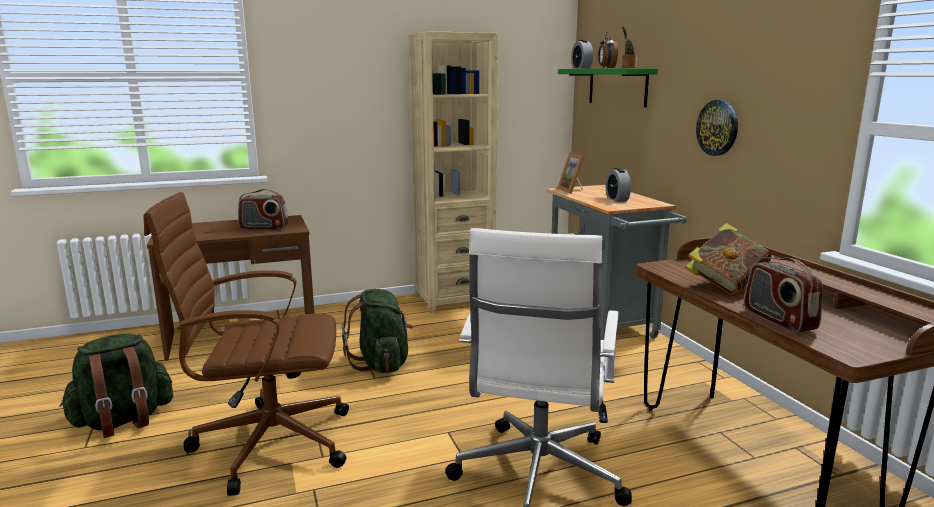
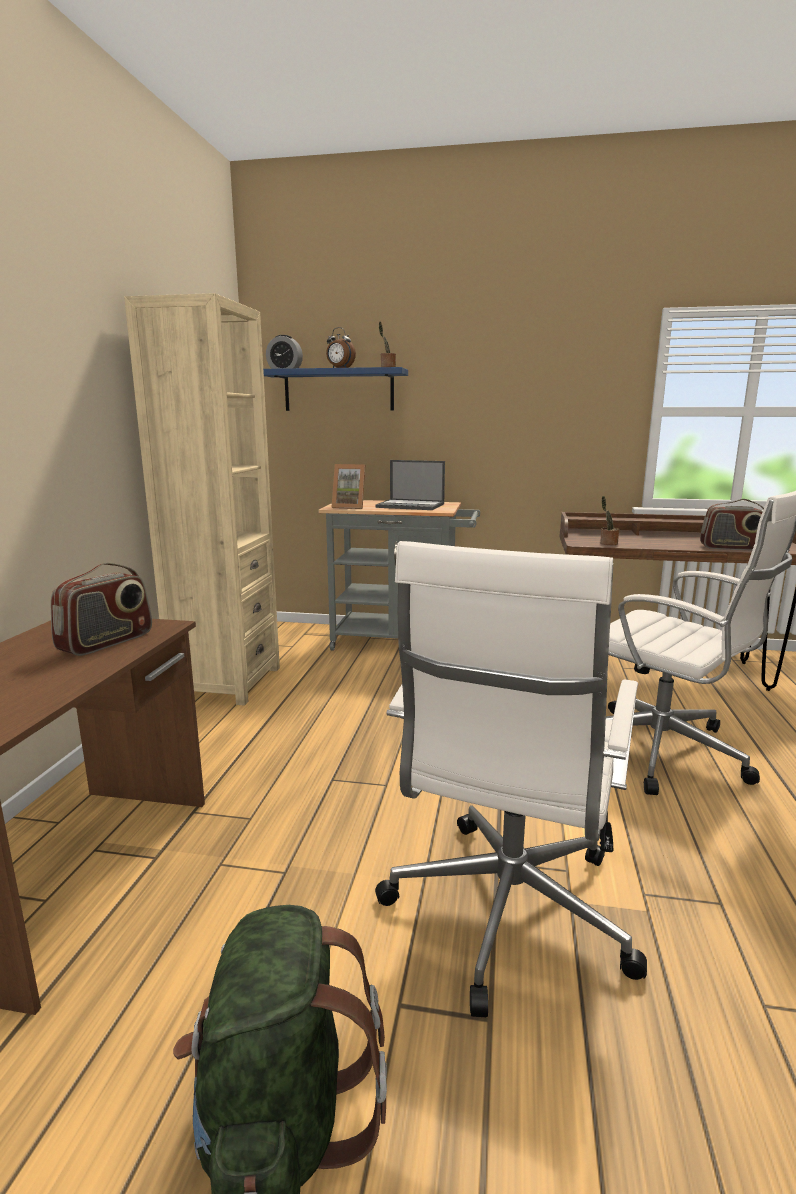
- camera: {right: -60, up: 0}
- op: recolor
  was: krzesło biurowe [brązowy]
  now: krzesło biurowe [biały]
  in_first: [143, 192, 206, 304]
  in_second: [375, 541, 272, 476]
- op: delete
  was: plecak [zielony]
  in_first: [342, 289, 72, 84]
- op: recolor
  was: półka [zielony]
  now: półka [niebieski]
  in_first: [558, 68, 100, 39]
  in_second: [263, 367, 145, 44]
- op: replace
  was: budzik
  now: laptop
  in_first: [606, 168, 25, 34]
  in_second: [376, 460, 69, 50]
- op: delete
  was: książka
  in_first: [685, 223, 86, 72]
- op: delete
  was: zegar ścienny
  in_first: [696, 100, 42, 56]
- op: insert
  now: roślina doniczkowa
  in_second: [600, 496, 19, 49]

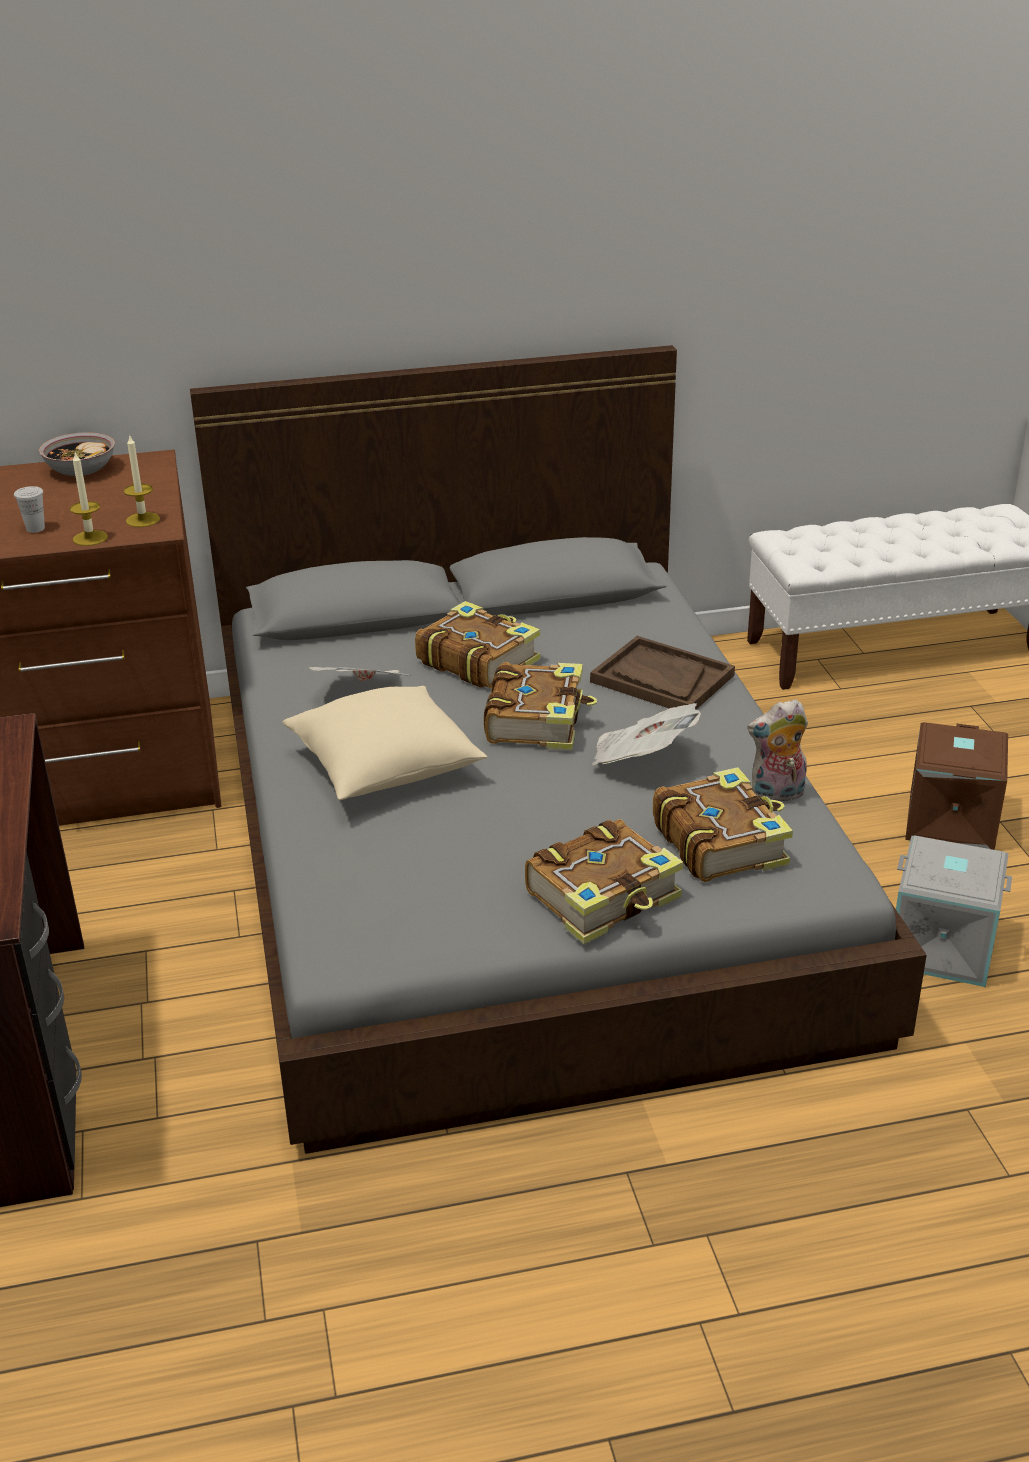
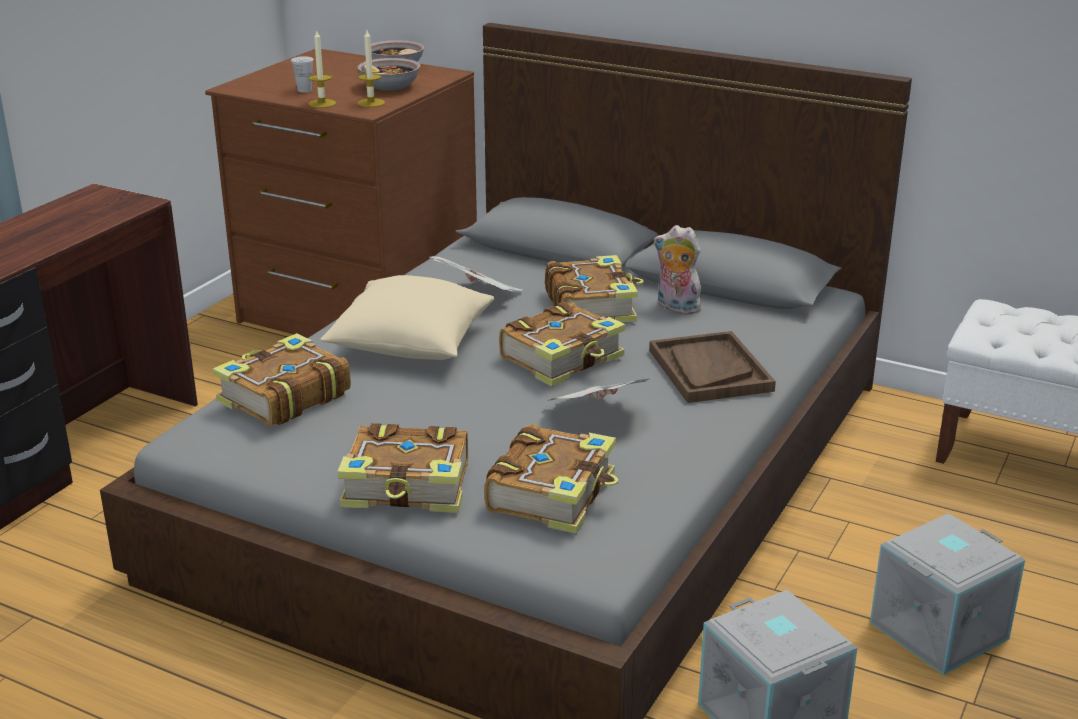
- camera: {right: 40, up: -5}
- op: move
  was: pluszak
  in_first: [747, 699, 61, 102]
  in_second: [654, 225, 47, 89]
- op: recolor
  was: pojemnik do przechowywania [brązowy]
  now: pojemnik do przechowywania [szary]
  in_first: [905, 722, 103, 128]
  in_second: [870, 513, 155, 162]
- op: insert
  now: książka
  in_second: [213, 333, 138, 93]
- op: insert
  now: miska
  in_second: [358, 58, 63, 33]

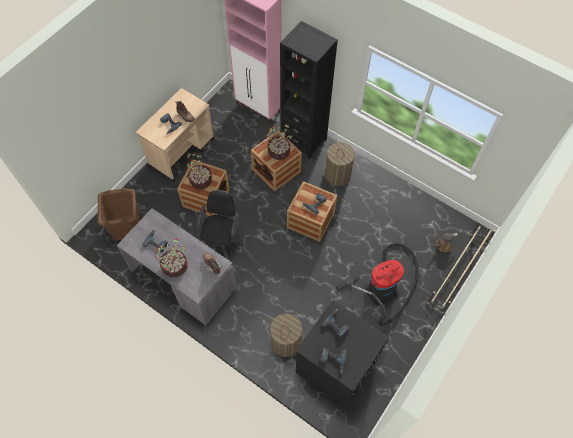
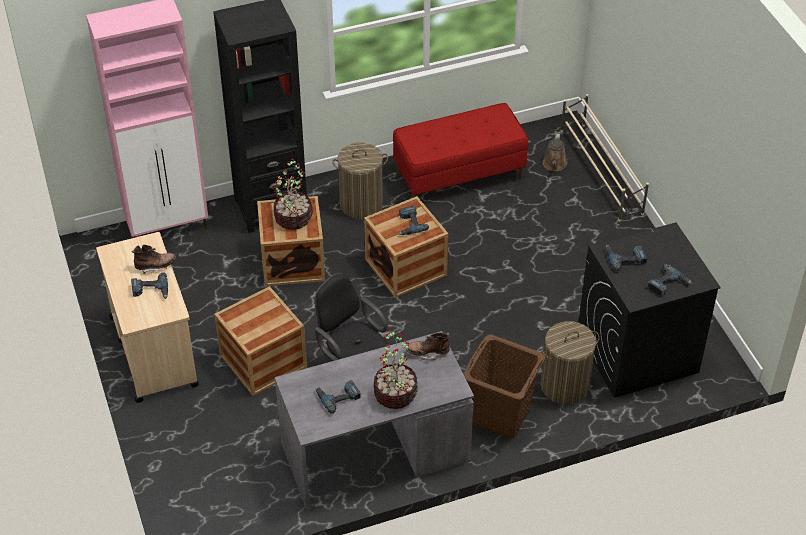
- camera: {right: -55, up: -15}
- op: move
  was: kosz na pranie [brązowy]
  in_first: [98, 189, 42, 51]
  in_second: [463, 335, 82, 104]
- op: delete
  was: roślina doniczkowa
  in_first: [186, 152, 26, 38]
- op: delete
  was: odkurzacz
  in_first: [336, 243, 83, 83]
- op: insert
  now: ławka [czerwony]
  in_second: [393, 103, 135, 95]

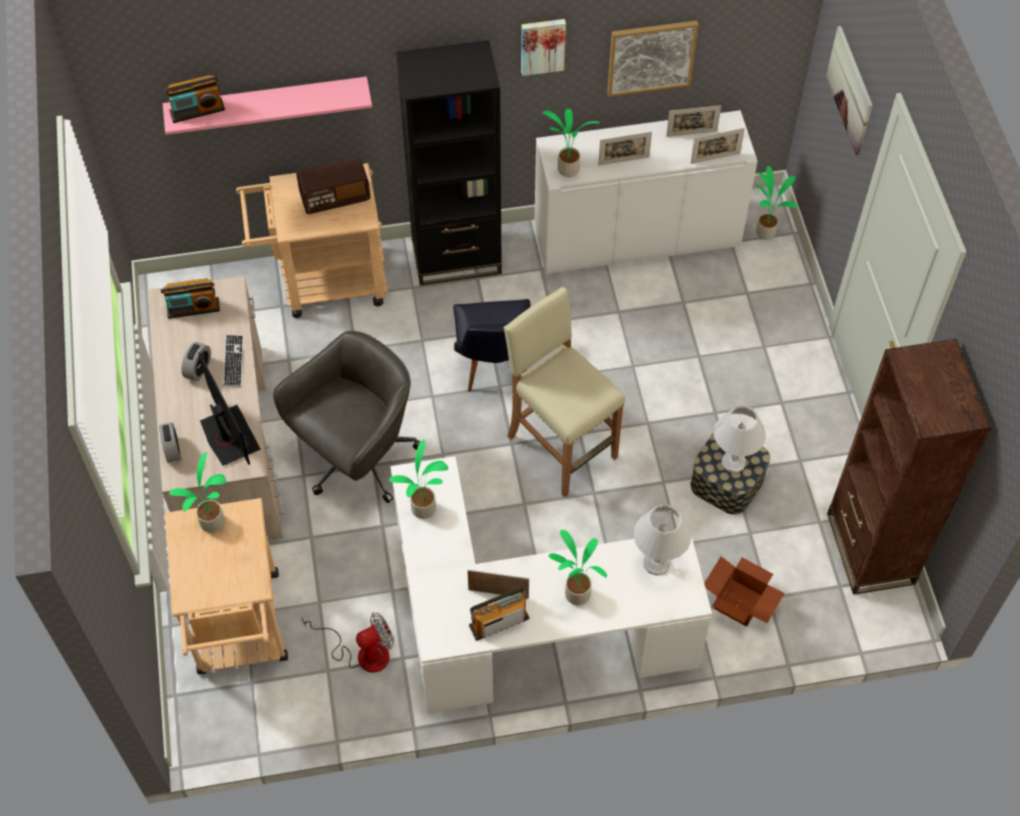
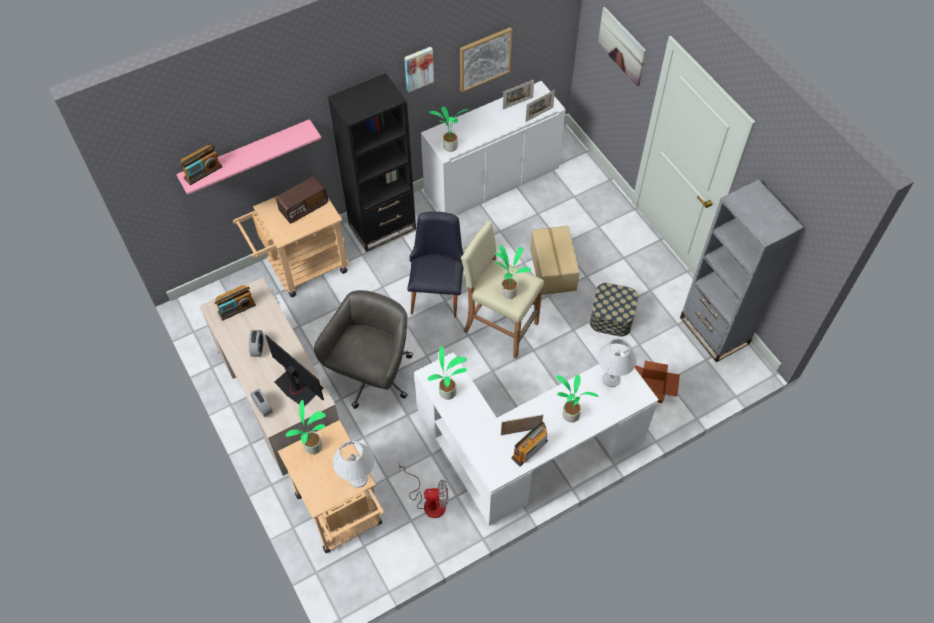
- camera: {right: -20, up: 0}
- op: delete
  was: klawiatura
  in_first: [223, 335, 21, 52]
- op: rotate
  was: wentylator
  in_first: [301, 612, 93, 61]
  in_second: [399, 463, 49, 55]
  clockwise: 45
- op: rotate
  was: krzesło [czarny]
  in_first: [453, 299, 77, 93]
  in_second: [407, 212, 57, 106]
  clockwise: -150
- op: delete
  was: ramka na zdjęcie
  in_first: [598, 132, 54, 34]
- op: move
  was: lampa stołowa [biały]
  in_first: [713, 405, 53, 68]
  in_second: [333, 441, 41, 47]
- op: move
  was: roślina doniczkowa
  in_first: [755, 166, 43, 74]
  in_second: [494, 245, 38, 54]
- op: recolor
  was: regał [brązowy]
  now: regał [szary]
  in_first: [827, 339, 164, 256]
  in_second: [680, 179, 124, 183]
- op: insert
  now: karton
  in_second: [530, 226, 50, 69]

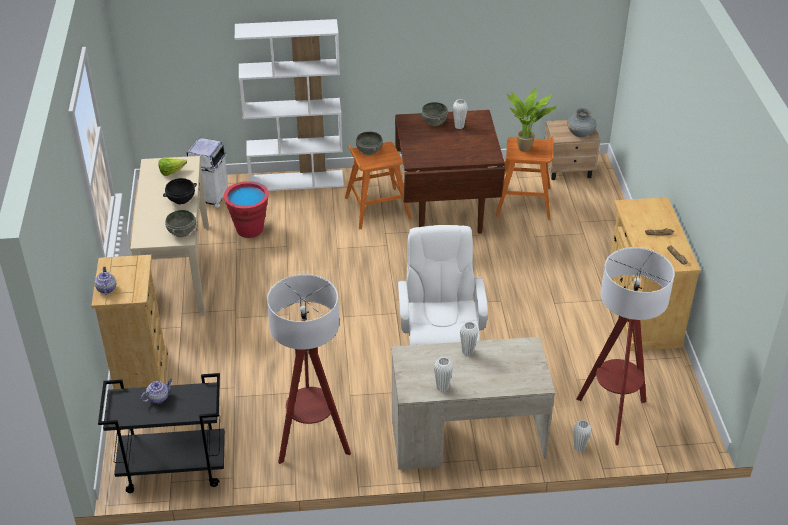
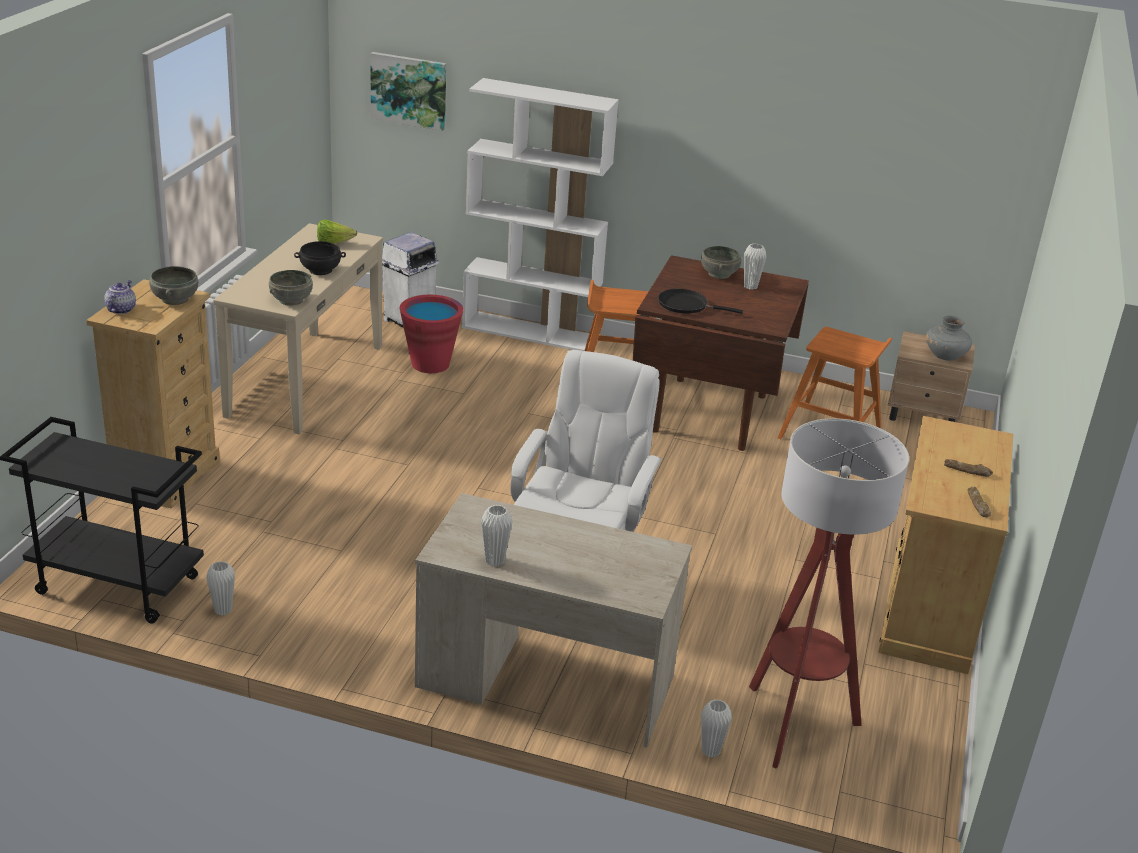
- camera: {right: 20, up: -10}
- op: delete
  was: imbryk
  in_first: [141, 379, 31, 25]
- op: delete
  was: lampa stojąca
  in_first: [267, 274, 84, 190]
- op: move
  was: miska [szary]
  in_first: [356, 132, 27, 23]
  in_second: [149, 266, 49, 39]
- op: move
  was: wazon [biały]
  in_first: [460, 322, 18, 34]
  in_second: [206, 561, 29, 54]
- op: delete
  was: roślina doniczkowa
  in_first: [507, 88, 50, 64]
- op: insert
  now: obraz
  in_second: [370, 52, 76, 79]
- op: insert
  now: patelnia [czarny]
  in_second: [658, 289, 85, 25]

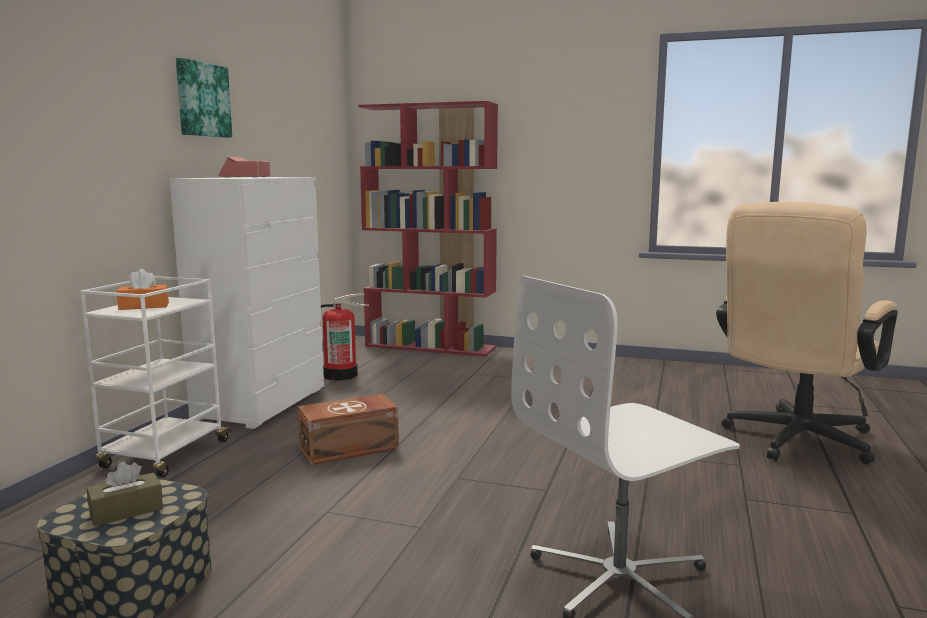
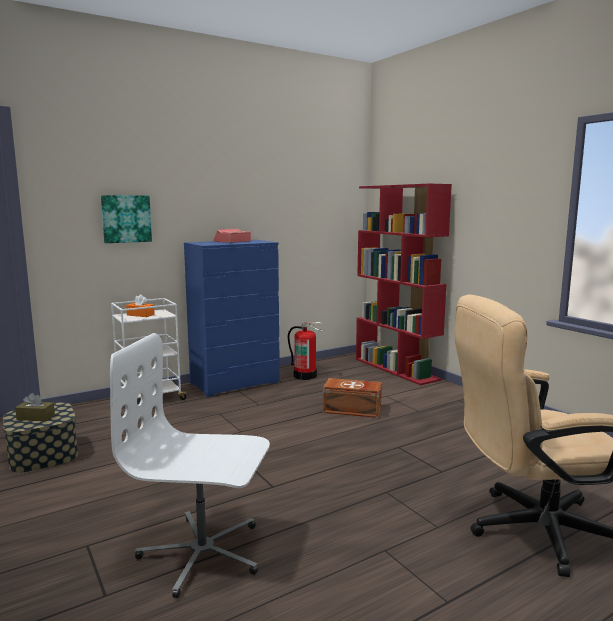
- camera: {right: 40, up: 0}
- op: recolor
  was: komoda [biały]
  now: komoda [niebieski]
  in_first: [170, 177, 154, 252]
  in_second: [184, 240, 96, 157]
- op: move
  was: obraz
  in_first: [176, 58, 56, 80]
  in_second: [101, 195, 51, 48]
- op: move
  was: pojemnik do przechowywania [brązowy]
  in_first: [298, 394, 101, 71]
  in_second: [323, 378, 59, 40]

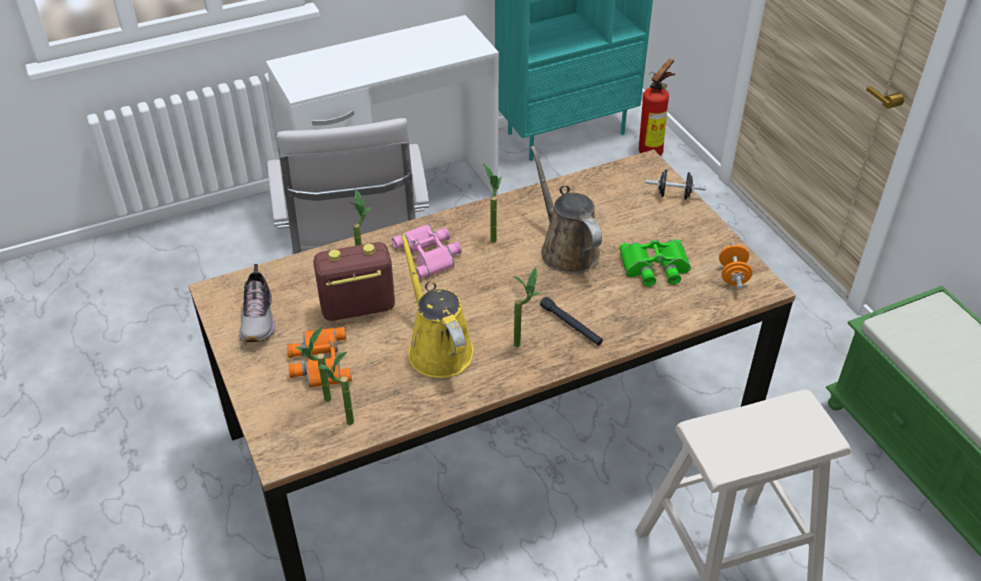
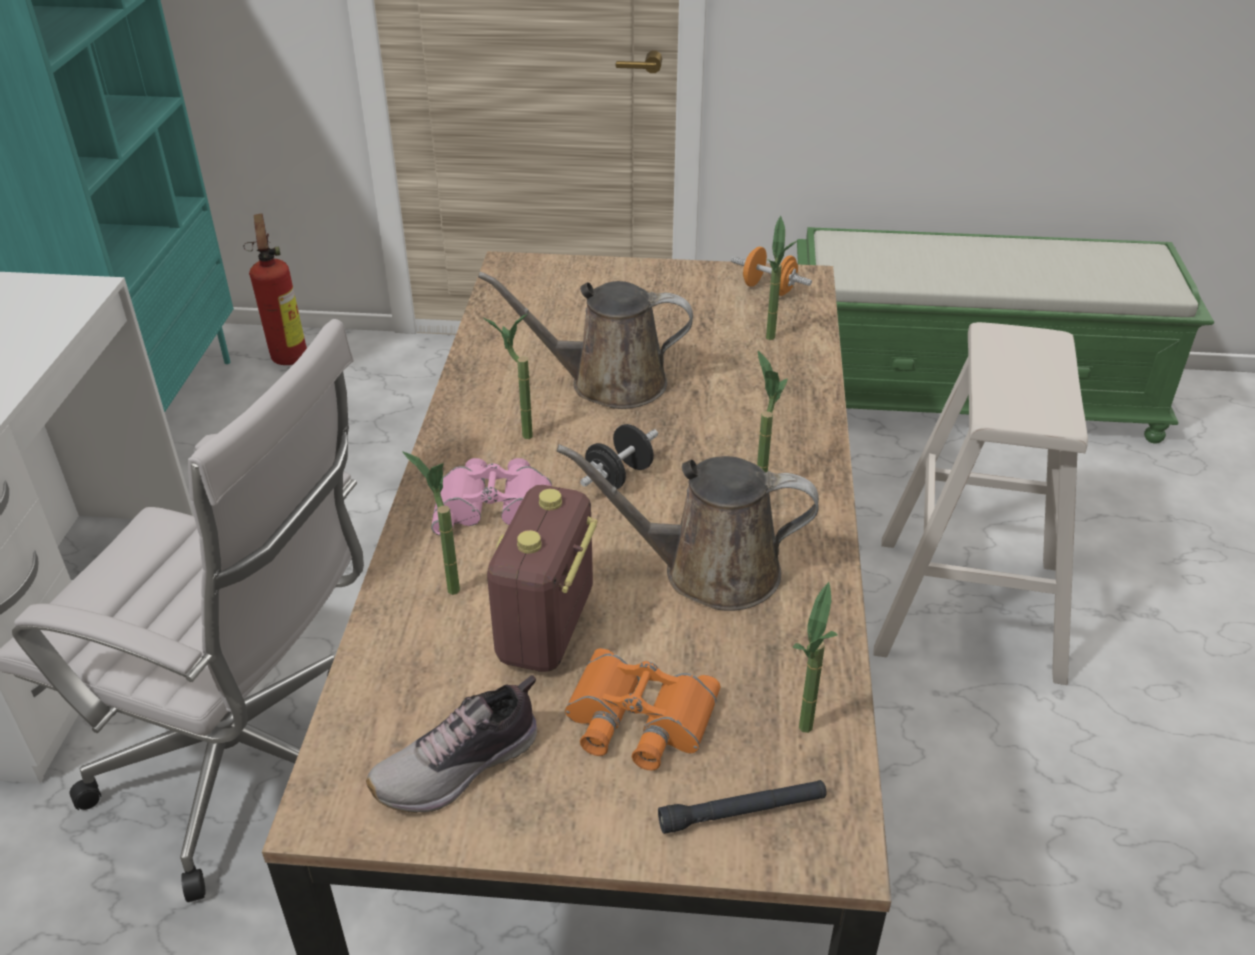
- camera: {right: -60, up: -5}
- op: rotate
  was: but
  in_first: [239, 264, 36, 78]
  in_second: [366, 675, 171, 138]
  clockwise: 120
- op: move
  was: roślina doniczkowa
  in_first: [296, 327, 35, 75]
  in_second: [766, 216, 31, 124]
- op: recolor
  was: konewka [żółty]
  now: konewka [brązowy]
  in_first: [400, 233, 74, 145]
  in_second: [557, 444, 262, 167]
- op: move
  was: latarka [czarny]
  in_first: [540, 297, 63, 48]
  in_second: [658, 780, 169, 54]
- op: delete
  was: lornetka [zielony]
  in_first: [619, 239, 72, 47]
- op: move
  was: hantel [czarny]
  in_first: [646, 170, 60, 30]
  in_second: [580, 424, 78, 65]

